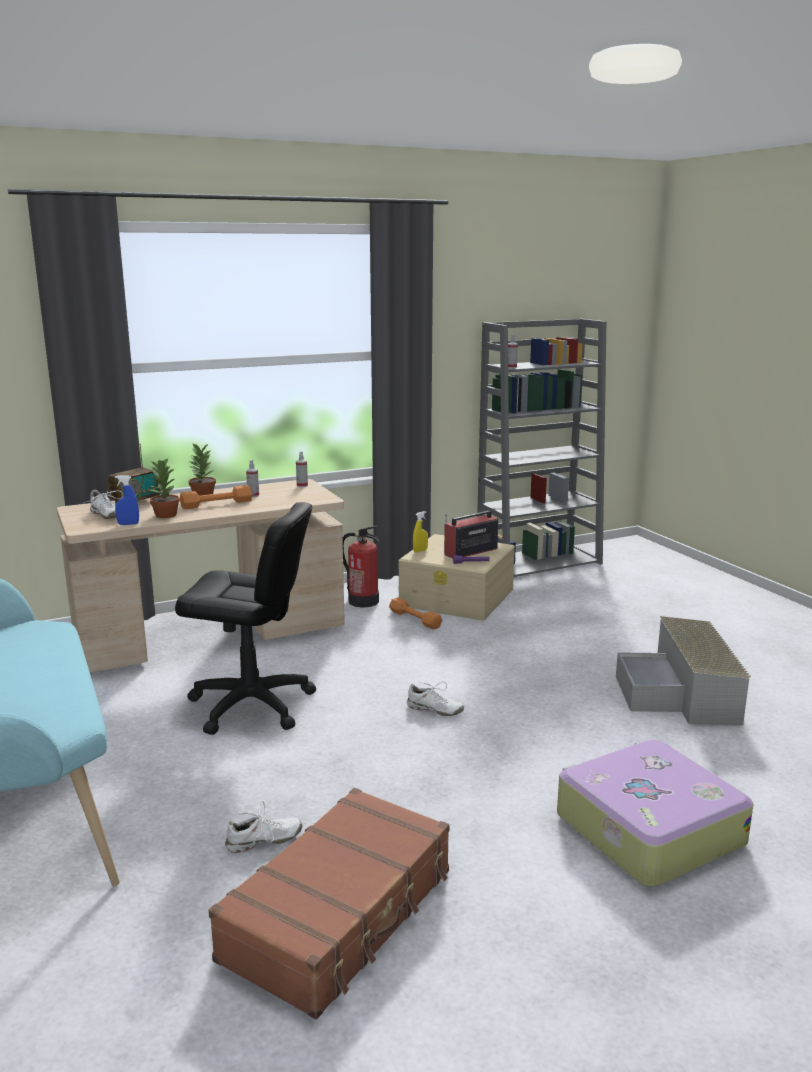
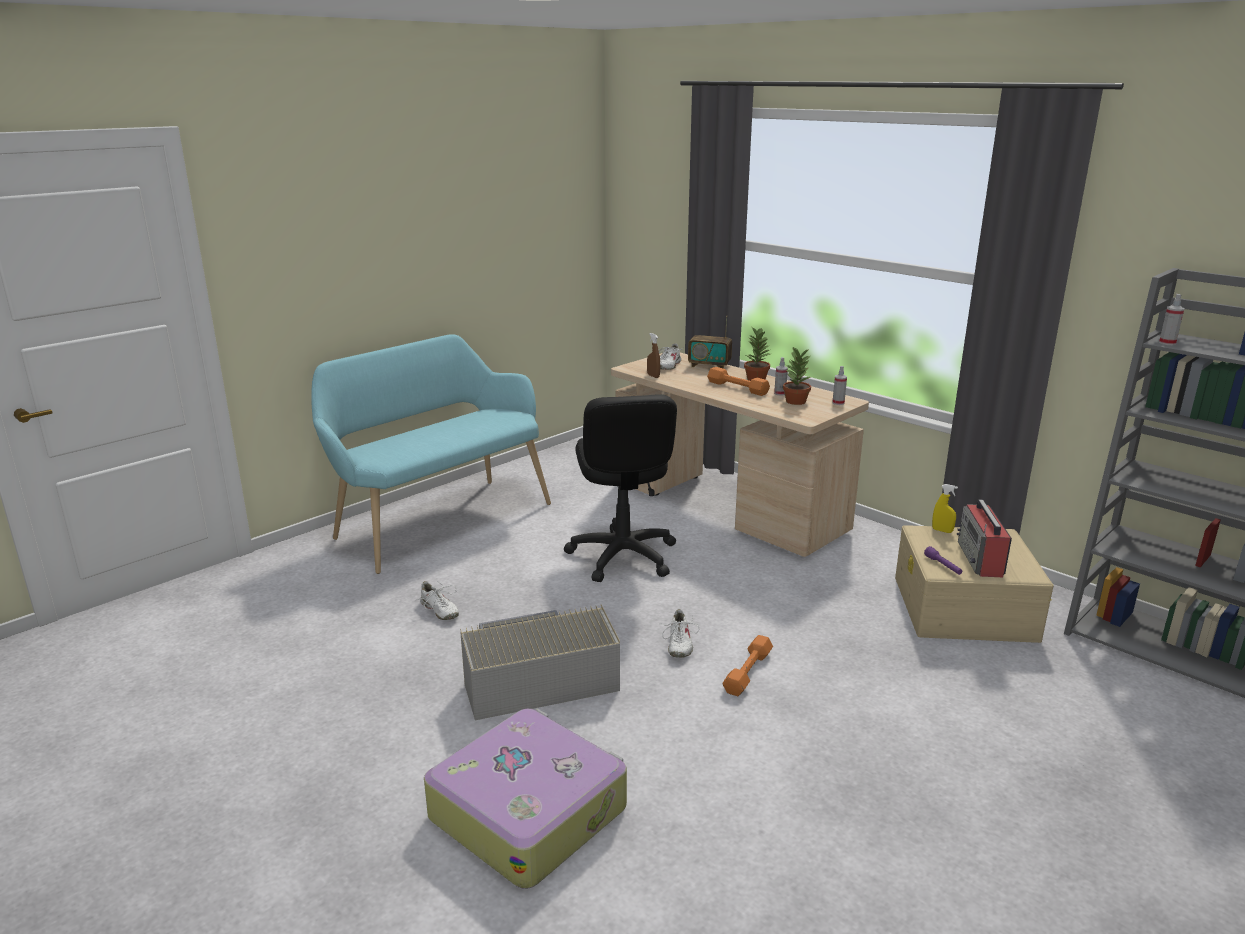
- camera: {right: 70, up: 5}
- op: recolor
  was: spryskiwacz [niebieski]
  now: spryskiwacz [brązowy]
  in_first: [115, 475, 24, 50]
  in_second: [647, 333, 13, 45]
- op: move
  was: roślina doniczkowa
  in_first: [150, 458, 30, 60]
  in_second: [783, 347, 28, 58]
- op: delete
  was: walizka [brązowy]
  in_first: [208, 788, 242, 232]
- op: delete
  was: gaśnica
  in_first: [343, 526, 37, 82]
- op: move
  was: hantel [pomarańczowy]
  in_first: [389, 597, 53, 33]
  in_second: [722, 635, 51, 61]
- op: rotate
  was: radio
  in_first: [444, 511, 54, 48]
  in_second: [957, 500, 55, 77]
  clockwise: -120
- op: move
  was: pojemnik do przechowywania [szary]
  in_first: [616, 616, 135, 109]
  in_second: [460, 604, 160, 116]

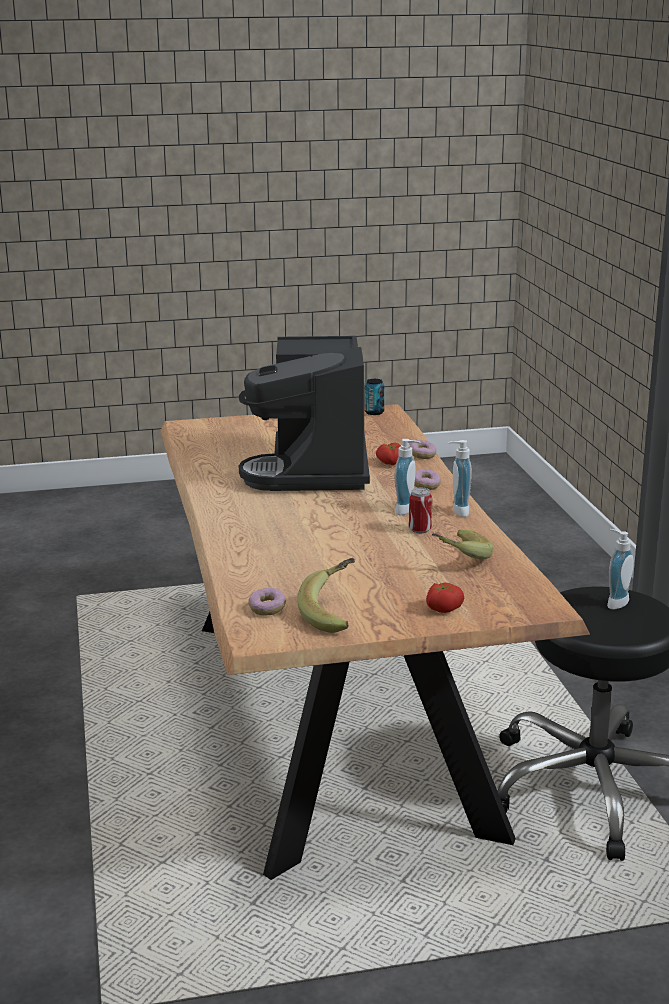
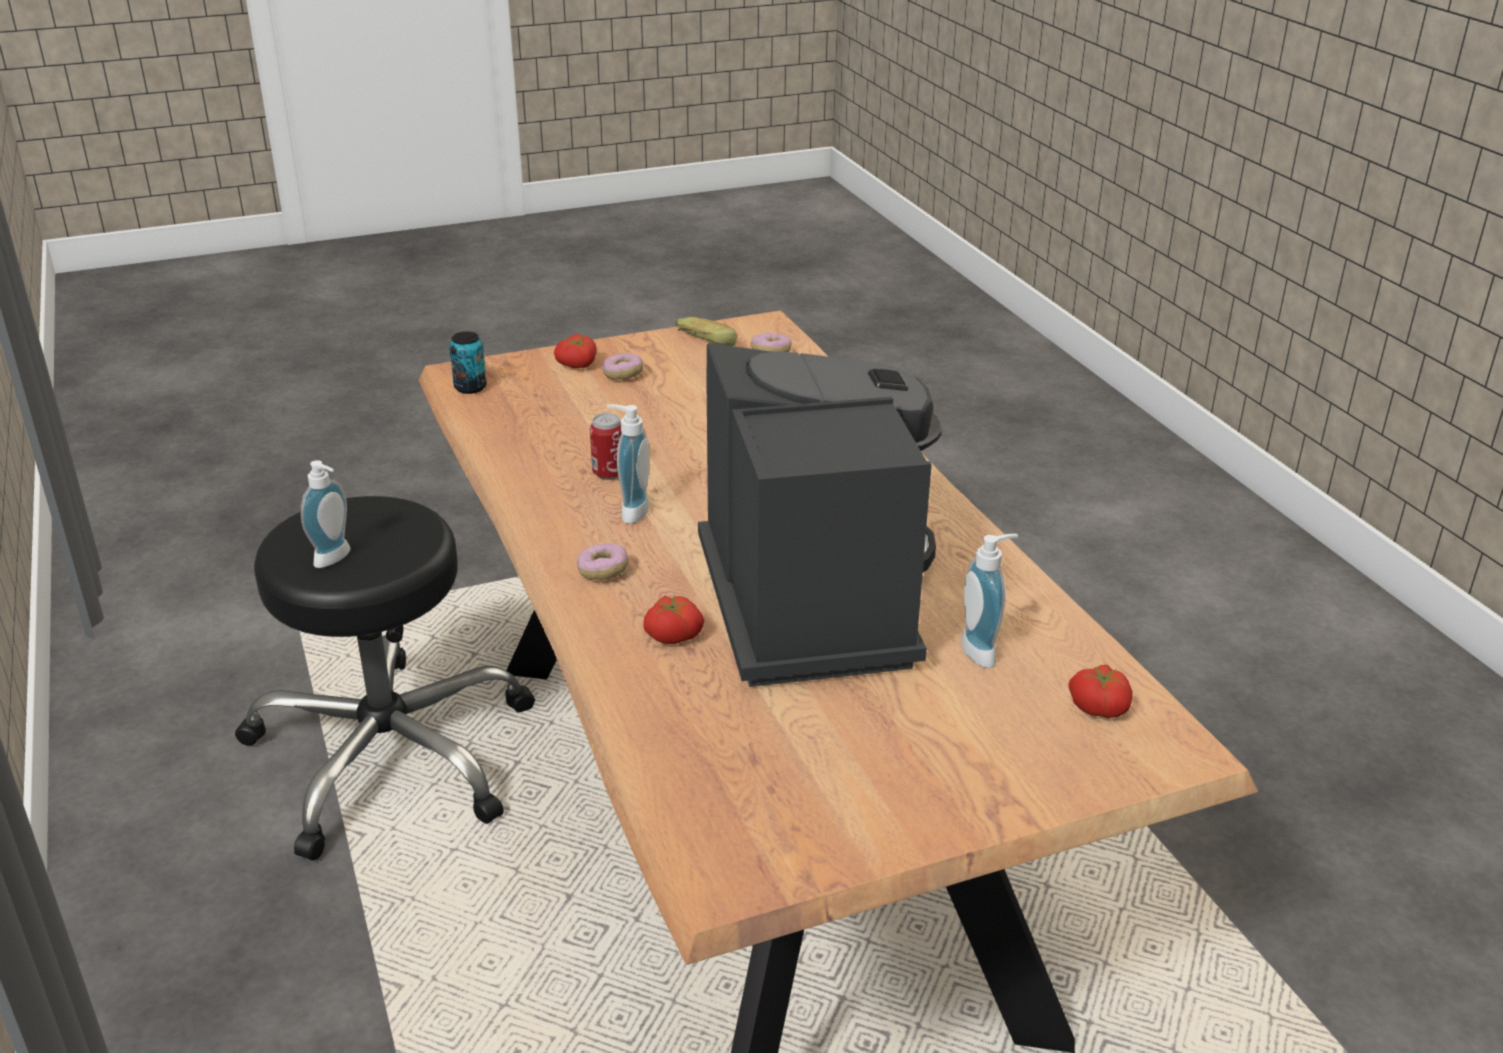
- camera: {right: 170, up: 10}
- op: move
  was: puszka
  in_first: [365, 379, 19, 36]
  in_second: [449, 332, 38, 62]
- op: move
  was: donut
  in_first: [410, 440, 26, 19]
  in_second: [603, 353, 40, 27]
- op: delete
  was: banan
  in_first: [432, 530, 61, 29]
- op: move
  was: dozownik mydła
  in_first: [447, 440, 24, 77]
  in_second: [961, 534, 57, 134]
- op: insert
  now: pomidor
  in_second: [1068, 665, 65, 53]

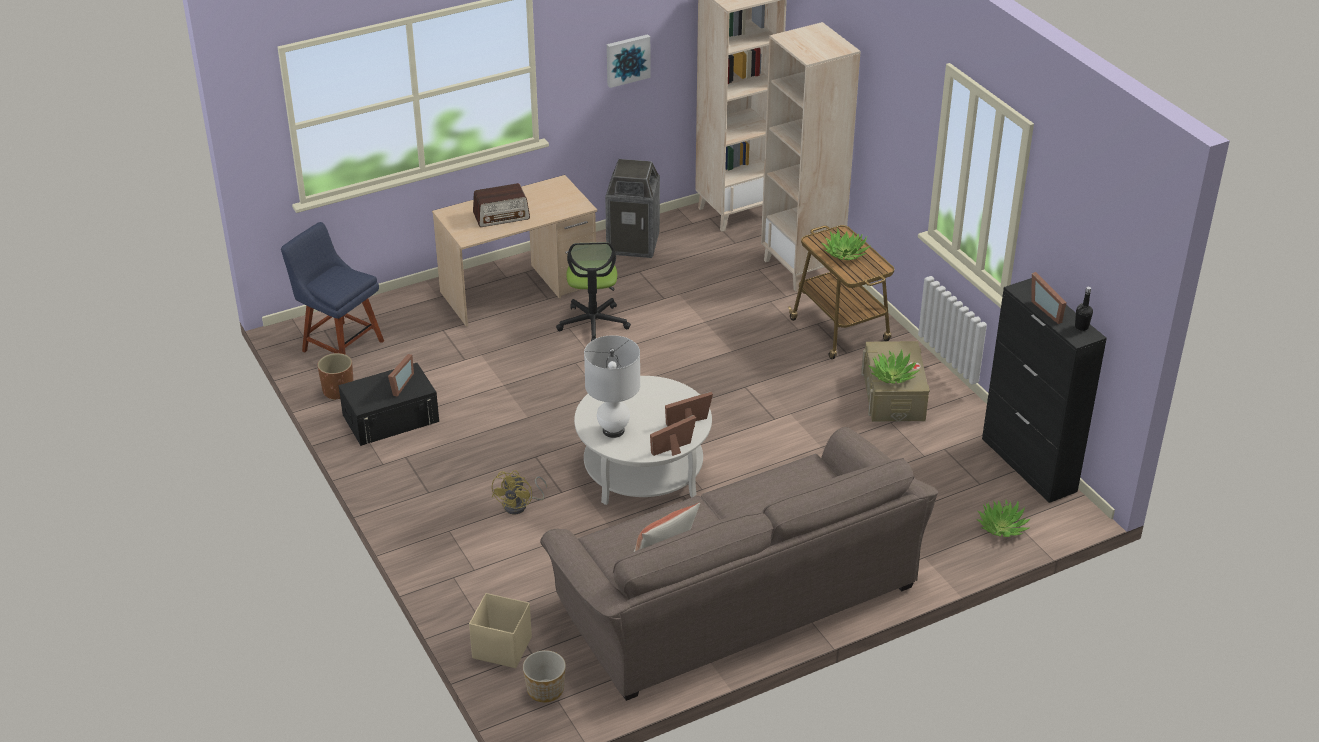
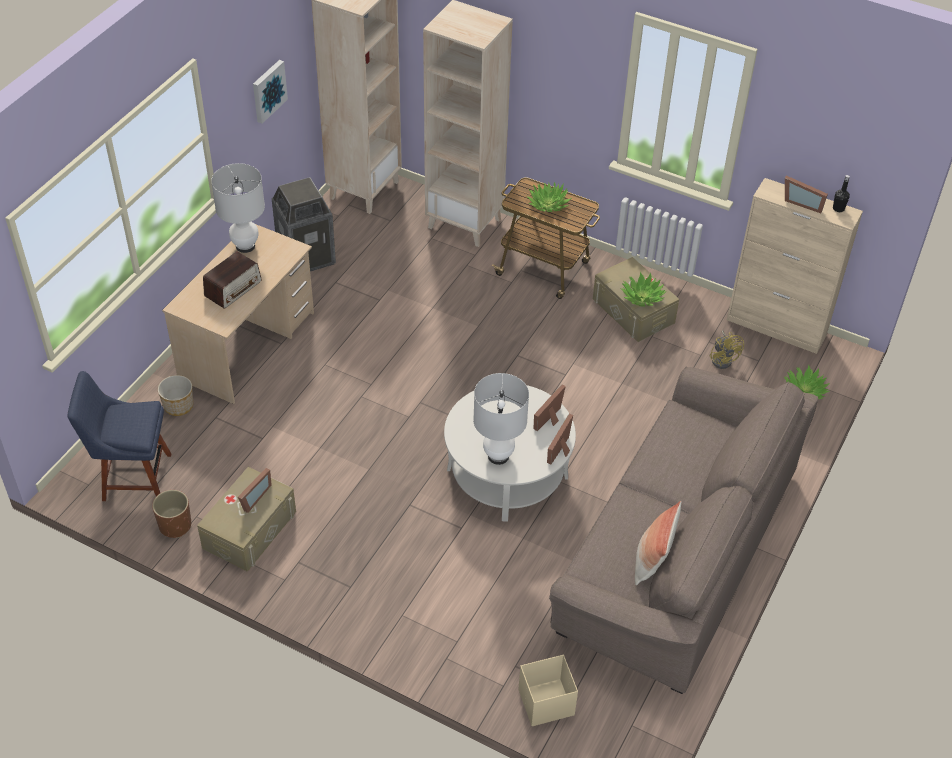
- camera: {right: -35, up: 10}
- op: recolor
  was: pojemnik do przechowywania [czarny]
  now: pojemnik do przechowywania [beżowy]
  in_first: [339, 363, 100, 83]
  in_second: [197, 467, 99, 105]
- op: rotate
  was: ramka na zdjęcie
  in_first: [388, 354, 26, 43]
  in_second: [238, 468, 34, 45]
  clockwise: 45
- op: move
  was: wentylator [żółty]
  in_first: [492, 470, 55, 44]
  in_second: [710, 330, 34, 39]
- op: move
  was: donica
  in_first: [523, 650, 43, 52]
  in_second: [158, 375, 35, 41]
- op: delete
  was: krzesło biurowe
  in_first: [556, 242, 75, 99]
- op: recolor
  was: szafka [czarny]
  now: szafka [beżowy]
  in_first: [982, 278, 125, 225]
  in_second: [727, 178, 136, 176]
- op: insert
  now: lampa stołowa [biały]
  in_second: [211, 163, 54, 90]

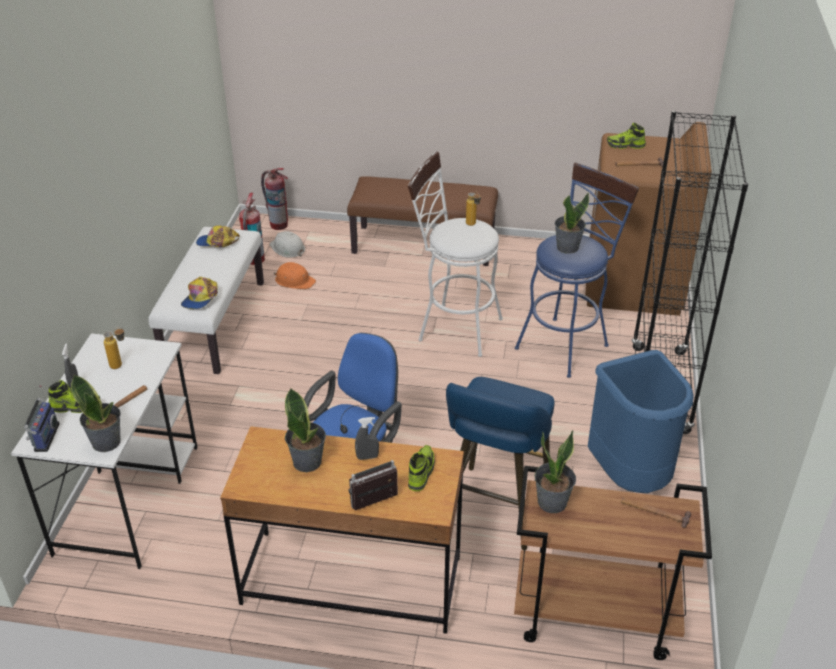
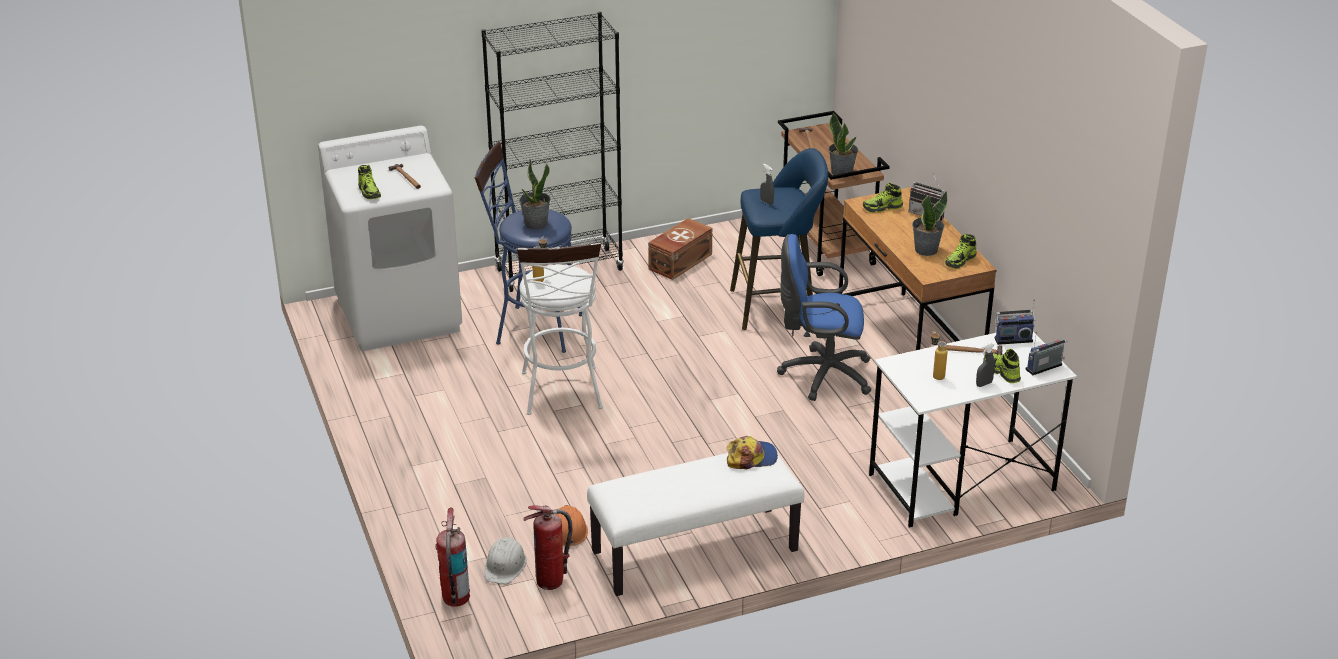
- camera: {right: -120, up: -5}
- op: replace
  was: roślina doniczkowa
  now: radio
  in_first: [71, 375, 50, 77]
  in_second: [995, 299, 40, 46]
- op: delete
  was: czapka z daszkiem
  in_first: [196, 225, 44, 22]
- op: delete
  was: ławka [brązowy]
  in_first: [347, 176, 151, 90]
- op: move
  was: spryskiwacz [szary]
  in_first: [355, 417, 24, 43]
  in_second: [760, 164, 14, 41]
- op: recolor
  was: pralka [brązowy]
  now: pralka [biały]
  in_first: [585, 122, 127, 194]
  in_second: [318, 126, 144, 225]
- op: replace
  was: kosz na śmieci [niebieski]
  now: pojemnik do przechowywania [brązowy]
  in_first: [588, 350, 106, 143]
  in_second: [648, 218, 64, 62]
- op: insert
  now: but
  in_second: [945, 234, 31, 35]

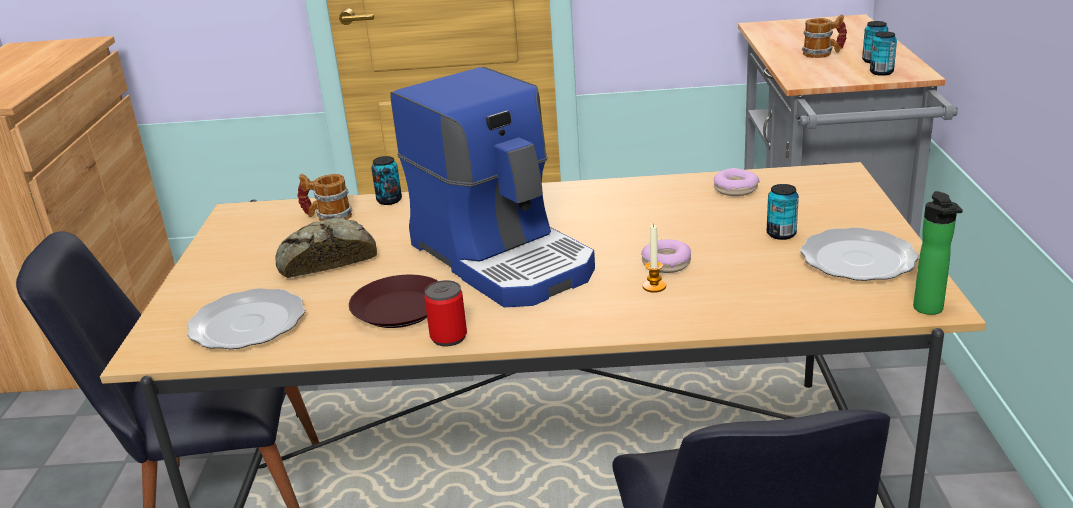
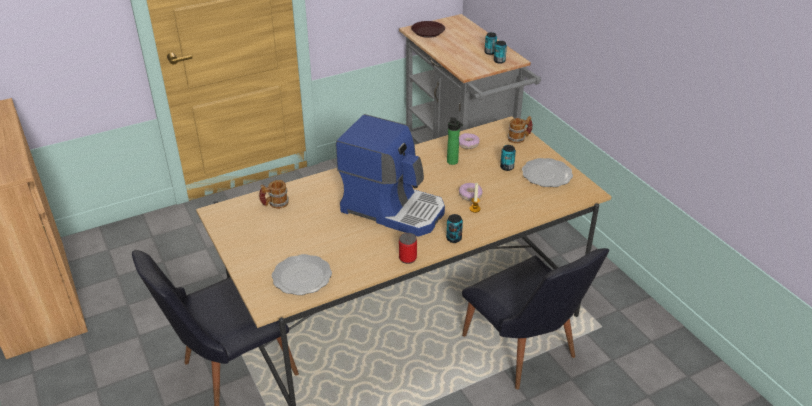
- camera: {right: -30, up: 10}
- op: delete
  was: chleb
  in_first: [275, 217, 102, 61]
- op: move
  was: talerz [brązowy]
  in_first: [349, 275, 89, 53]
  in_second: [411, 21, 34, 17]
- op: move
  was: puszka
  in_first: [371, 156, 31, 49]
  in_second: [446, 214, 17, 29]
- op: move
  was: kubek
  in_first: [802, 14, 45, 44]
  in_second: [508, 116, 25, 27]
- op: move
  was: butelka
  in_first: [913, 191, 50, 124]
  in_second: [447, 117, 16, 48]

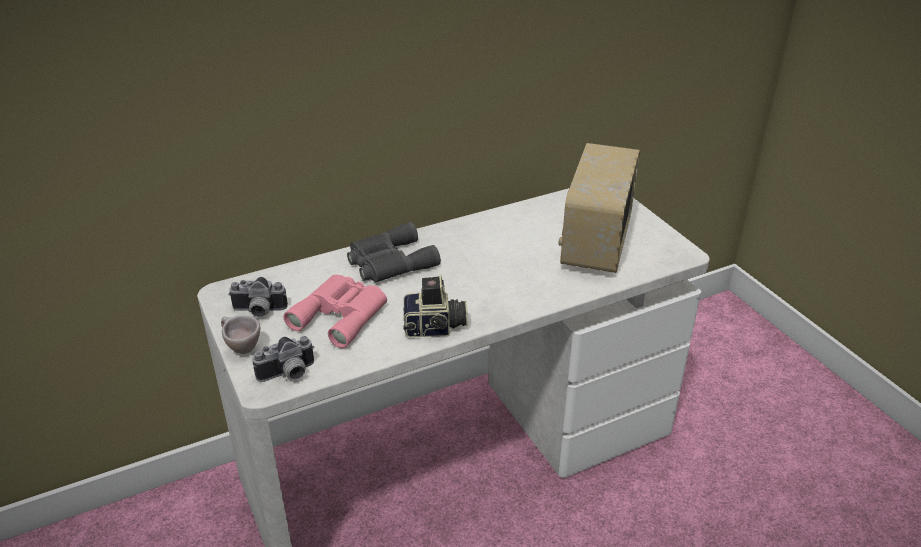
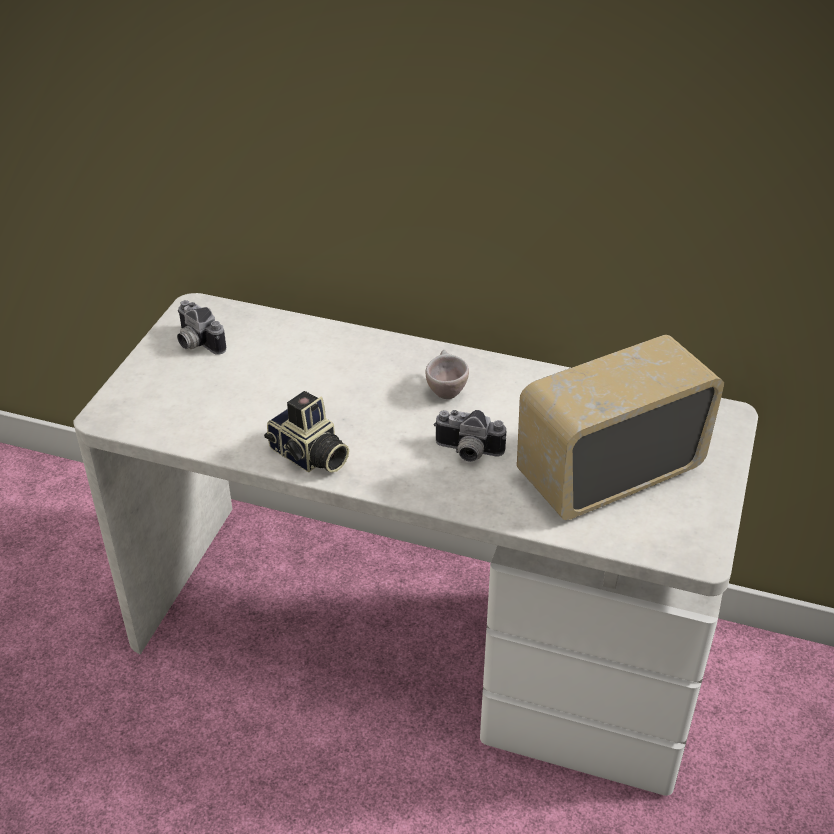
- camera: {right: 45, up: 5}
- op: move
  was: filiżanka [beżowy]
  in_first: [221, 315, 40, 39]
  in_second: [426, 350, 43, 49]
- op: move
  was: aparat fotograficzny
  in_first: [252, 336, 62, 46]
  in_second: [434, 410, 72, 52]
- op: delete
  was: lornetka [różowy]
  in_first: [283, 275, 104, 73]
- op: delete
  was: lornetka [szary]
  in_first: [347, 222, 94, 60]

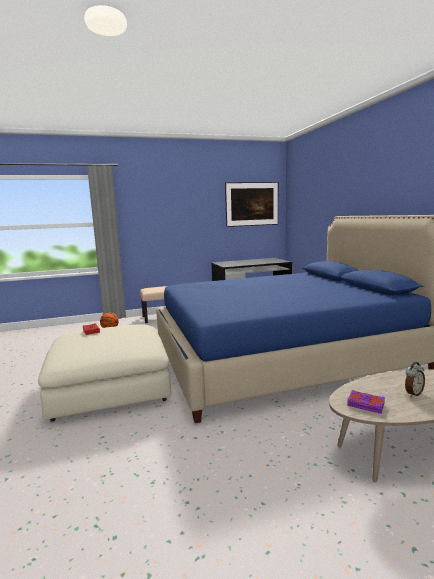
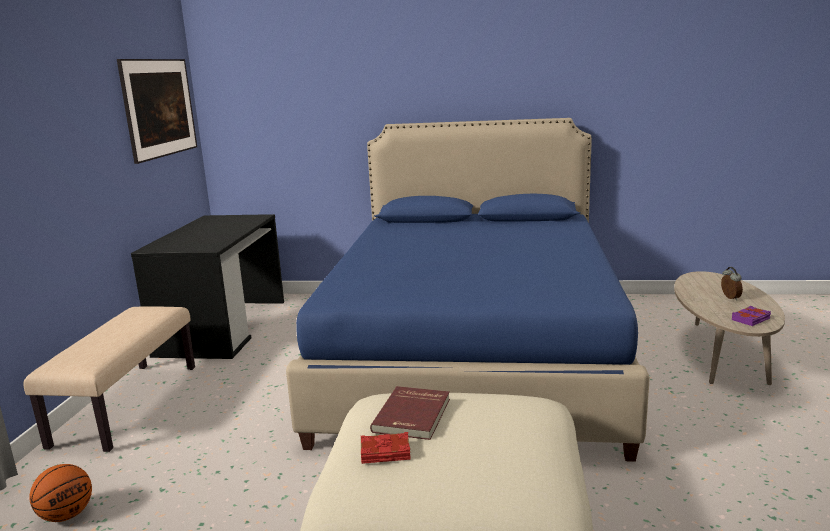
- camera: {right: -65, up: 5}
- op: insert
  now: książka [czerwony]
  in_second: [370, 386, 80, 54]

